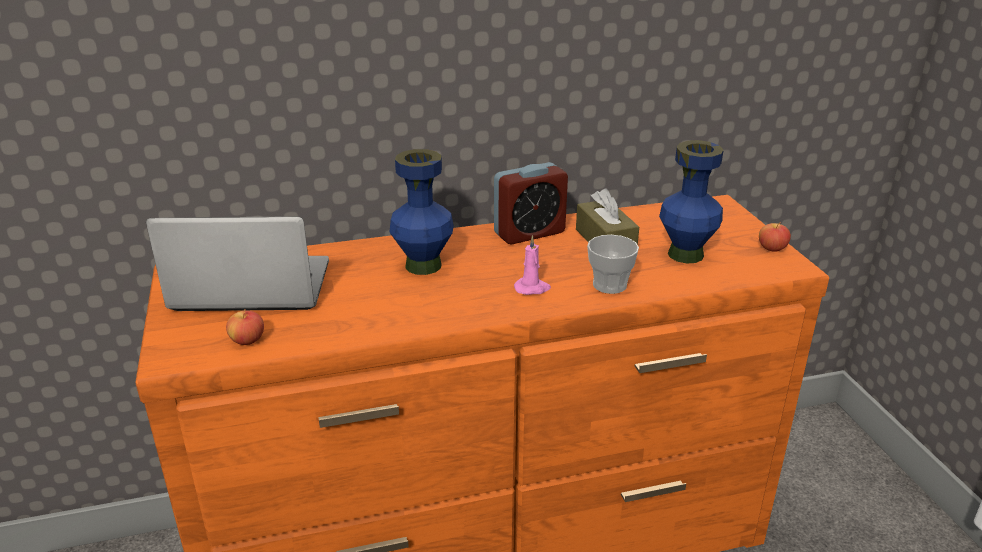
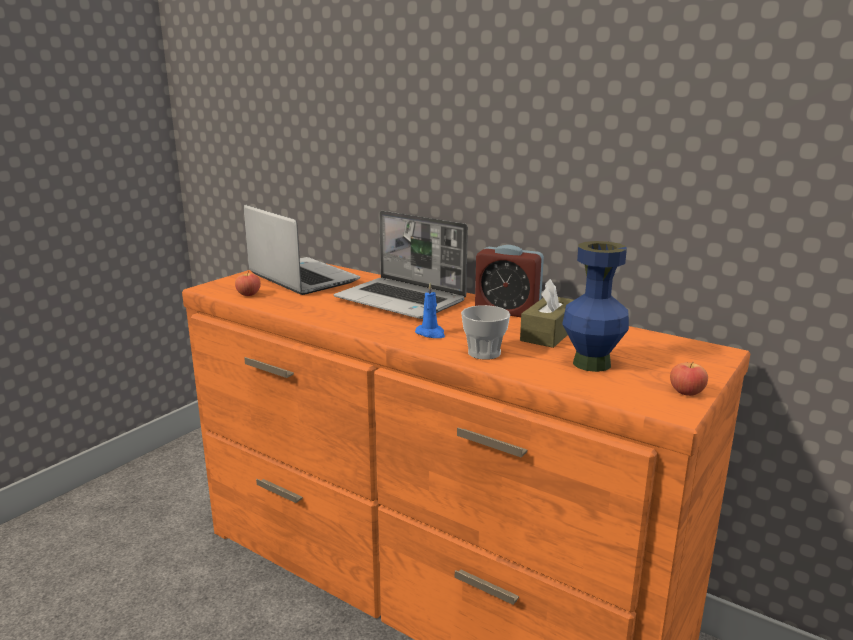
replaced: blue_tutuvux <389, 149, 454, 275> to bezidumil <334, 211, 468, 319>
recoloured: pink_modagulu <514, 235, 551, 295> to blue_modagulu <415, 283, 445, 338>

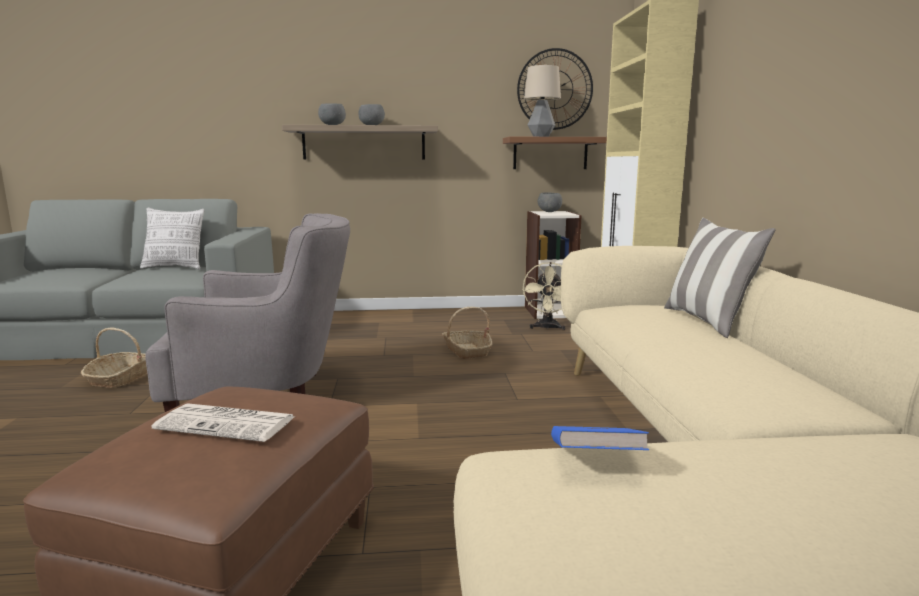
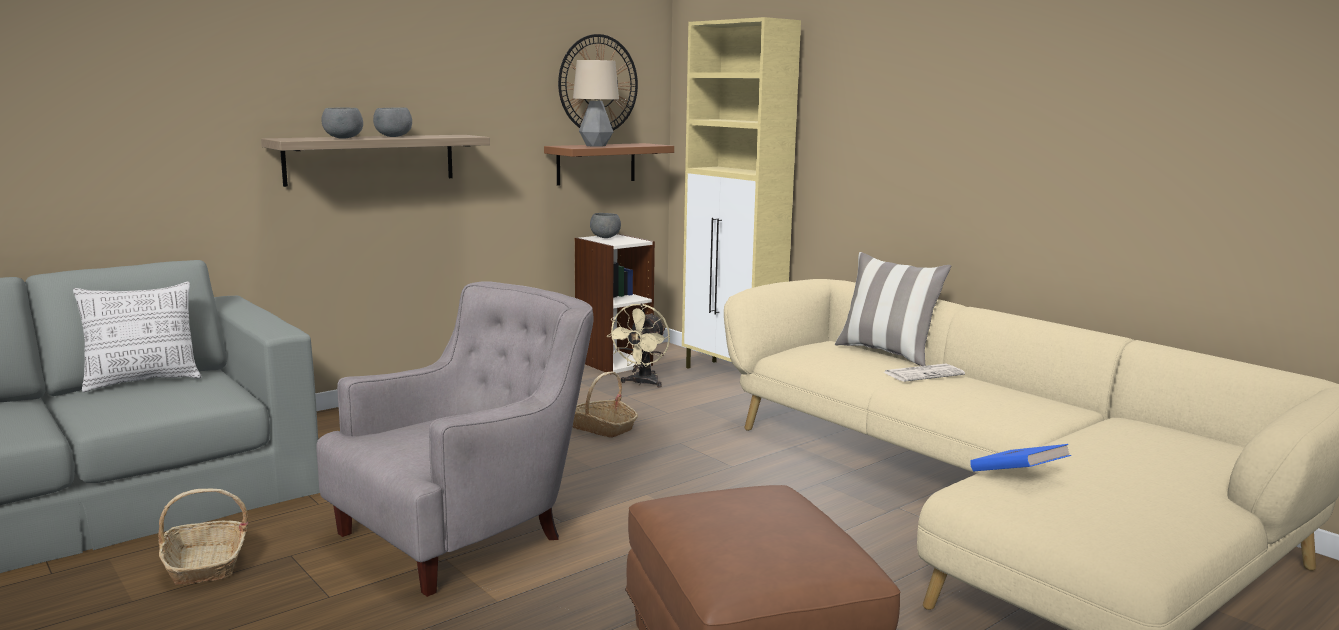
moved: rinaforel <152, 404, 295, 442> to <883, 364, 965, 382>
turned: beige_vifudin <522, 262, 565, 330> = <606, 303, 670, 388> 45 degrees clockwise

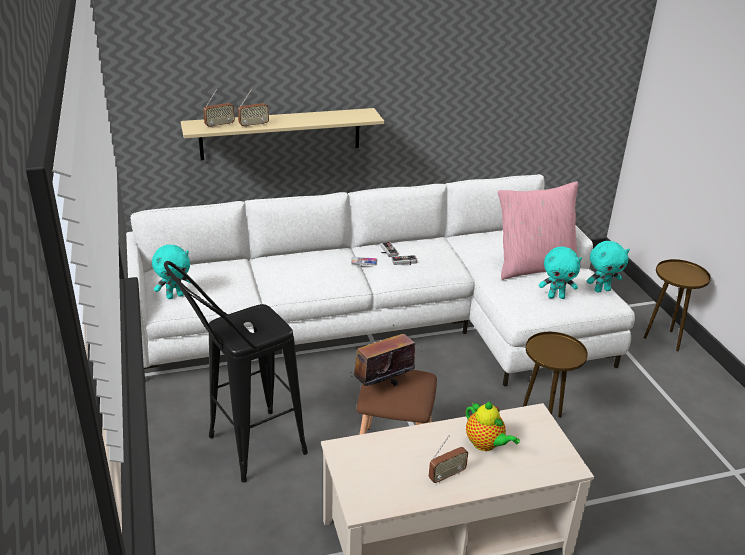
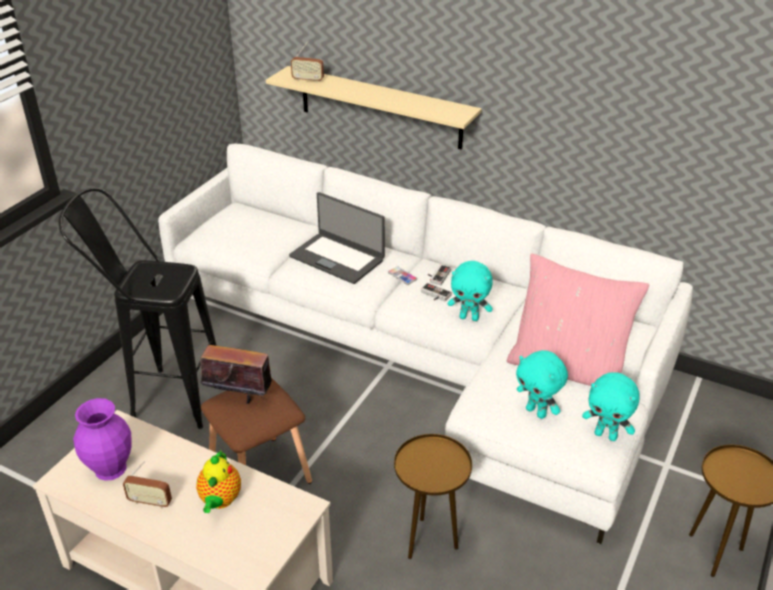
removed: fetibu <238, 89, 269, 128>
added: purple_tutuvux <73, 398, 131, 481>; bezidumil <289, 192, 385, 284>
moved: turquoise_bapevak <152, 245, 191, 299> to <448, 261, 493, 321>

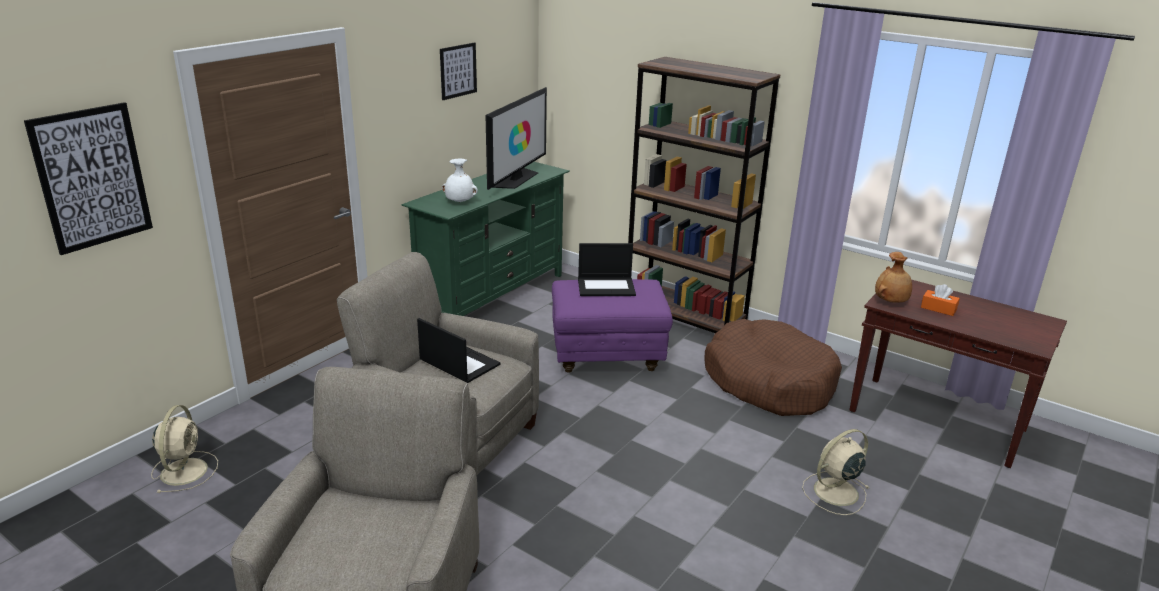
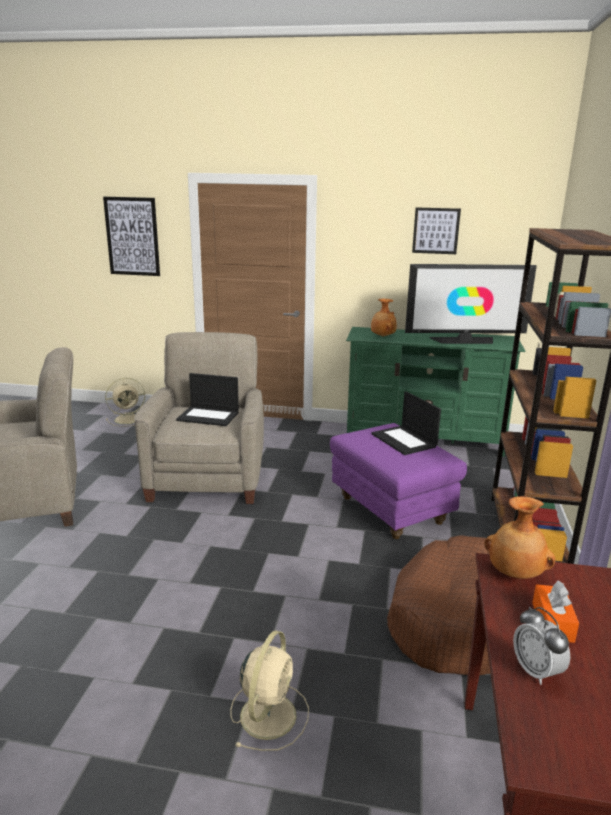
added: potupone <513, 607, 570, 685>
recoloured: white_tutuvux <442, 159, 478, 202> to brown_tutuvux <371, 299, 397, 337>
turned: bezidumil <417, 318, 500, 383> = <176, 373, 239, 426> 90 degrees clockwise; beige_vifudin <802, 429, 869, 515> = <230, 630, 309, 751> 75 degrees clockwise

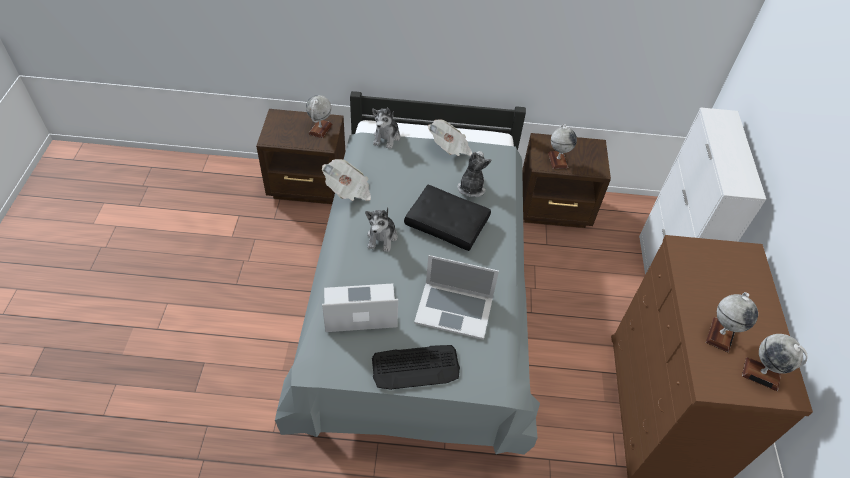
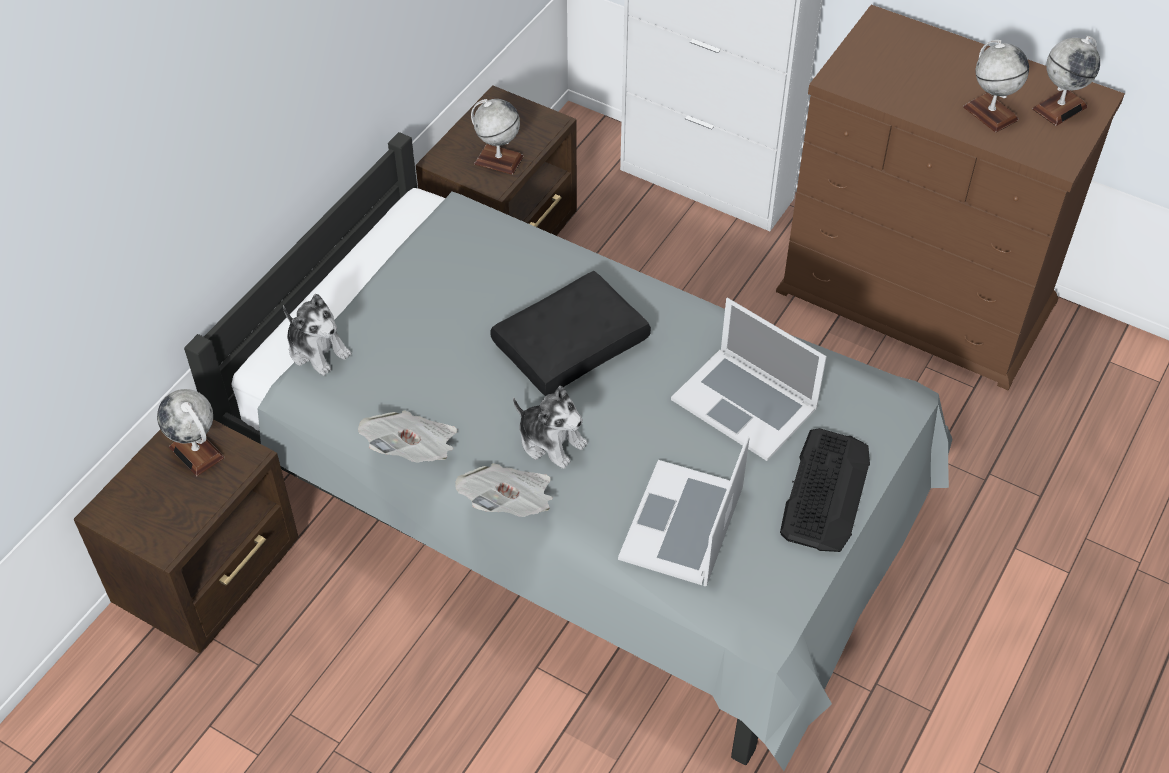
removed: bapevak <458, 151, 491, 197>
moved: rinaforel <428, 119, 472, 156> to <455, 463, 553, 517>
turned: bezidumil <414, 255, 499, 340> = <671, 298, 827, 461> 90 degrees clockwise

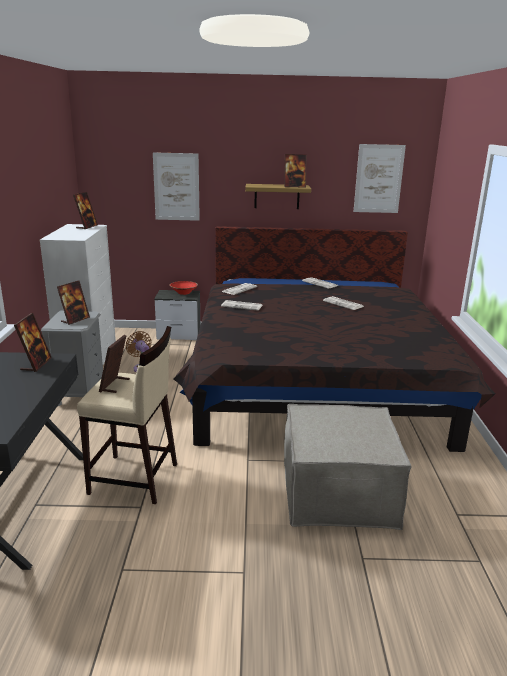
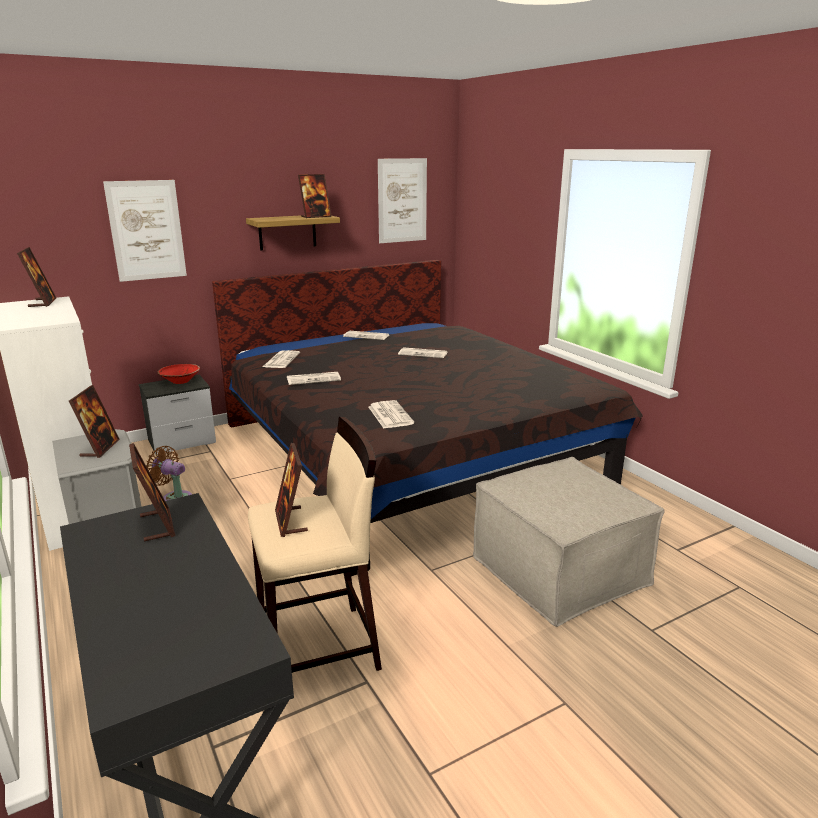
added: rinaforel <369, 400, 414, 428>

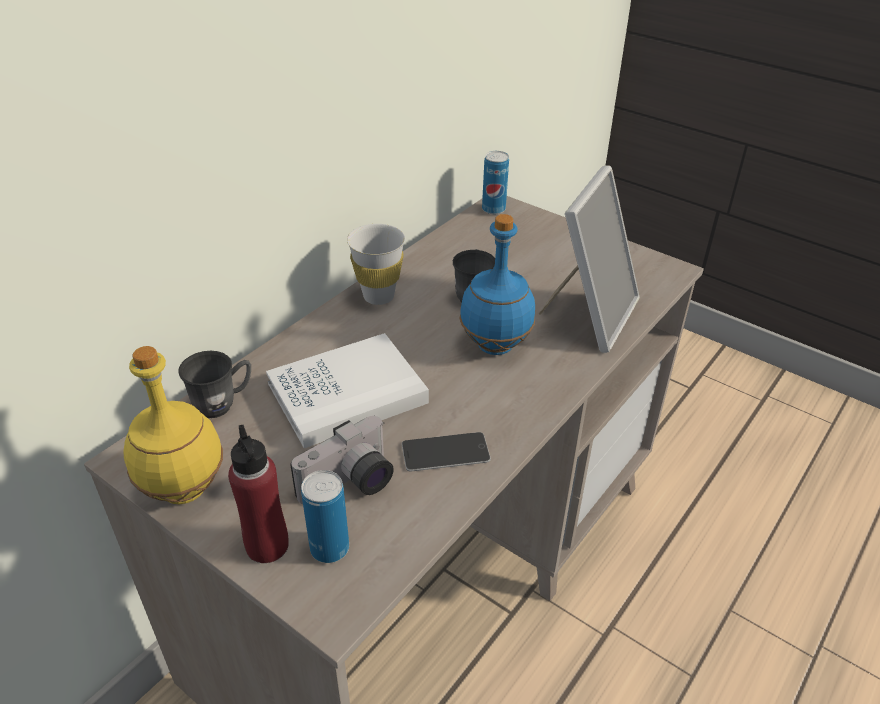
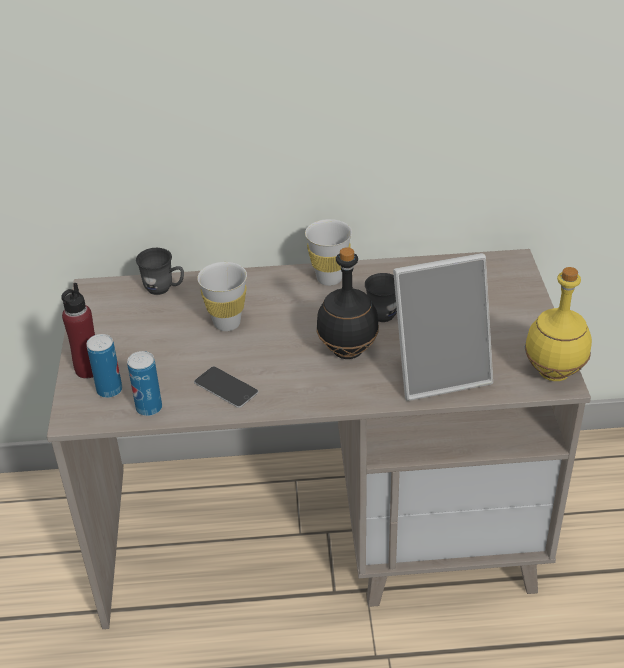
removed: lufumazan <290, 416, 394, 504>
moved: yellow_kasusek <124, 346, 223, 504> to <525, 267, 592, 381>; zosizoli <482, 151, 509, 214> to <127, 351, 162, 416>
replaced: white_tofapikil <266, 333, 429, 448> to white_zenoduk <197, 262, 247, 331>
recoloured: blue_kasusek <459, 214, 535, 355> to black_kasusek <316, 247, 379, 359>

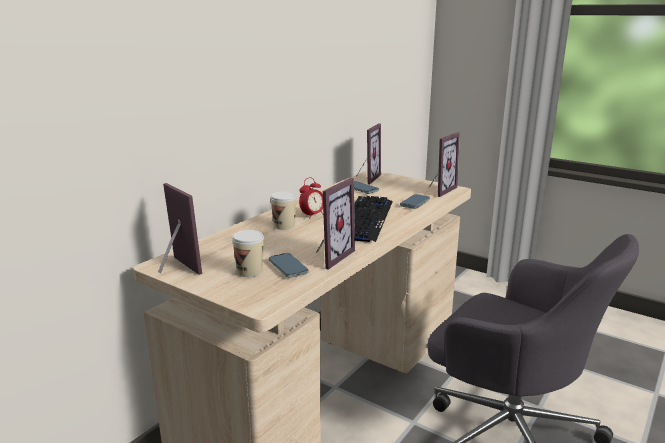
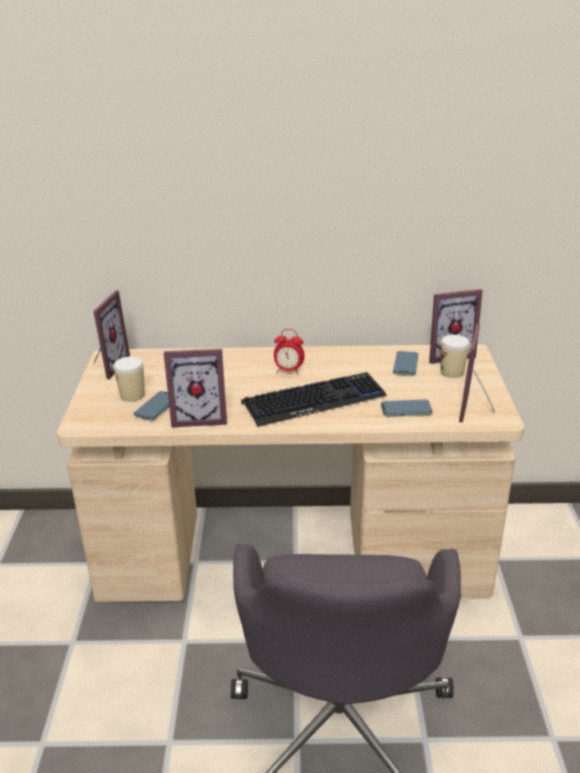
moved: zenoduk <270, 191, 296, 230> to <441, 335, 470, 378>
turned: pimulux <429, 132, 460, 197> = <459, 324, 495, 422> 105 degrees clockwise

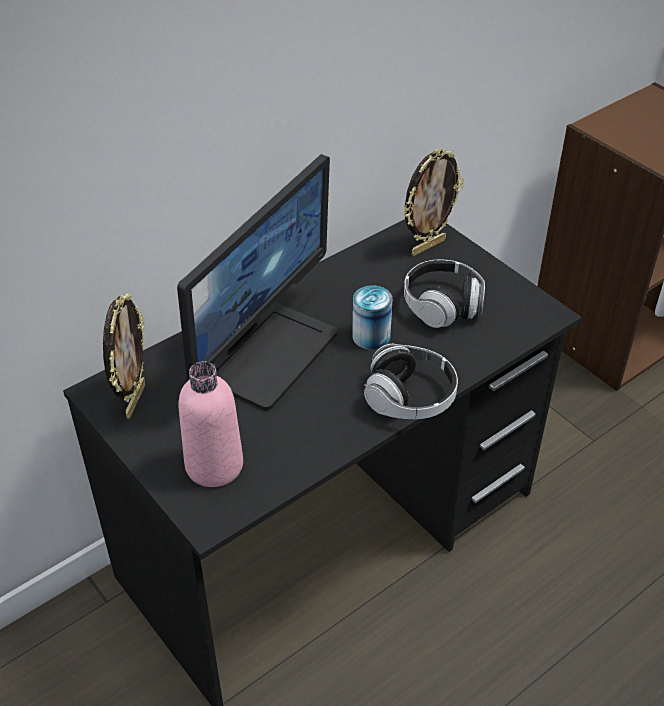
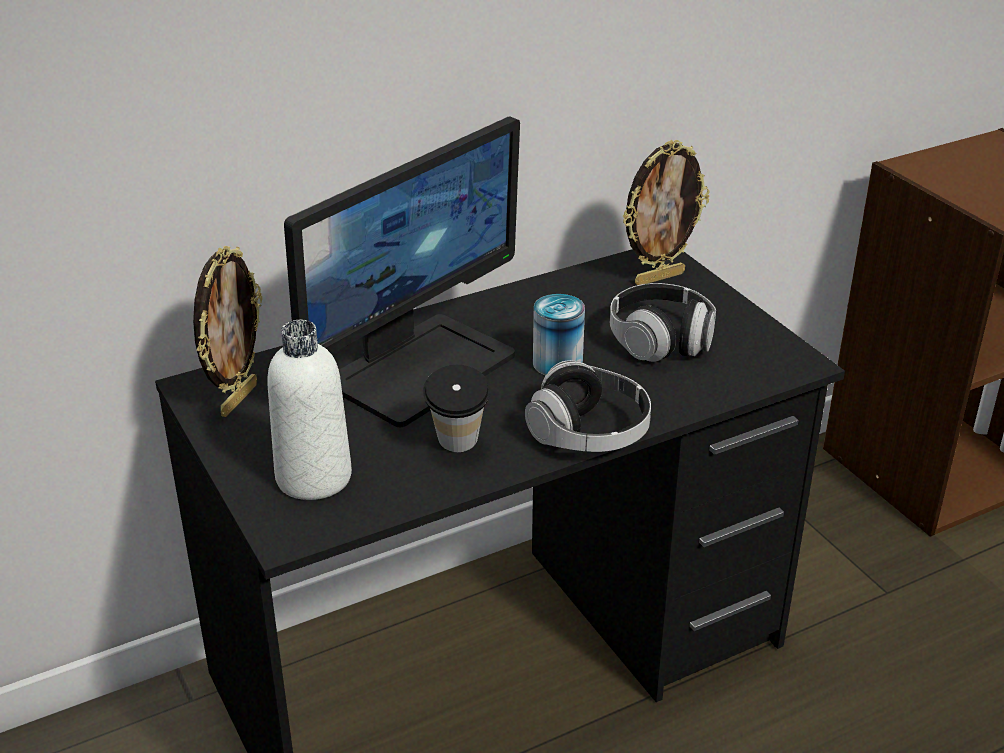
added: zenoduk <423, 365, 490, 452>
recoloured: pink_kasusek <179, 361, 243, 487> to white_kasusek <267, 320, 352, 500>

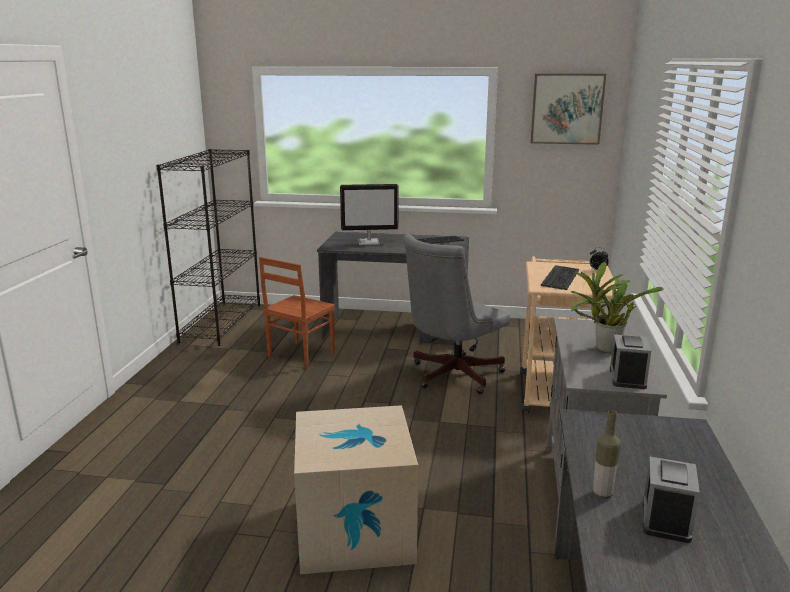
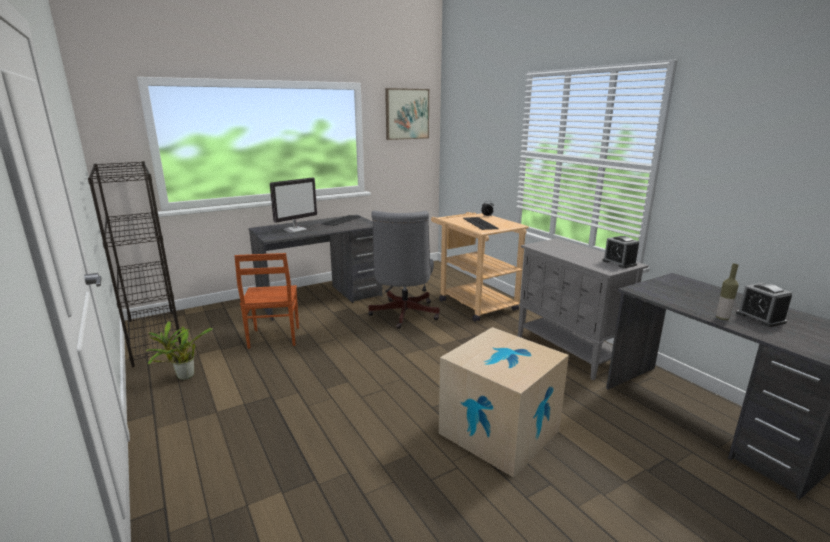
moved: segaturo <571, 262, 664, 353> to <146, 321, 213, 380>

